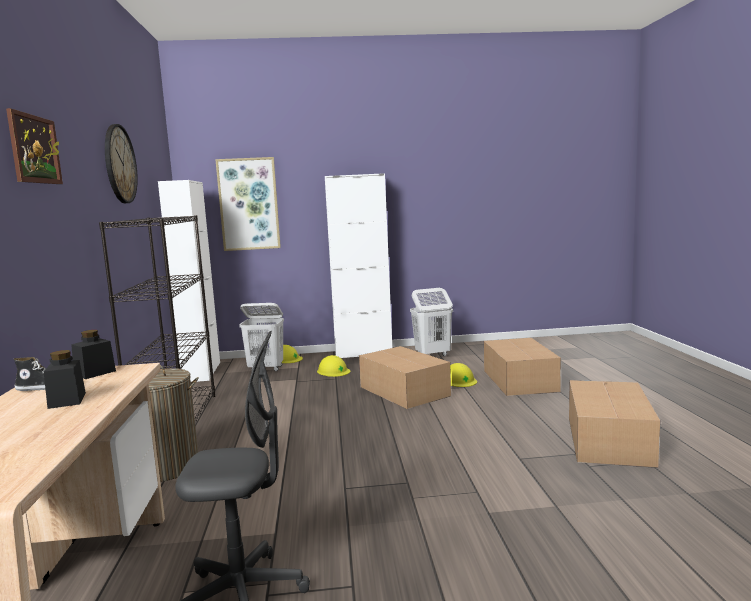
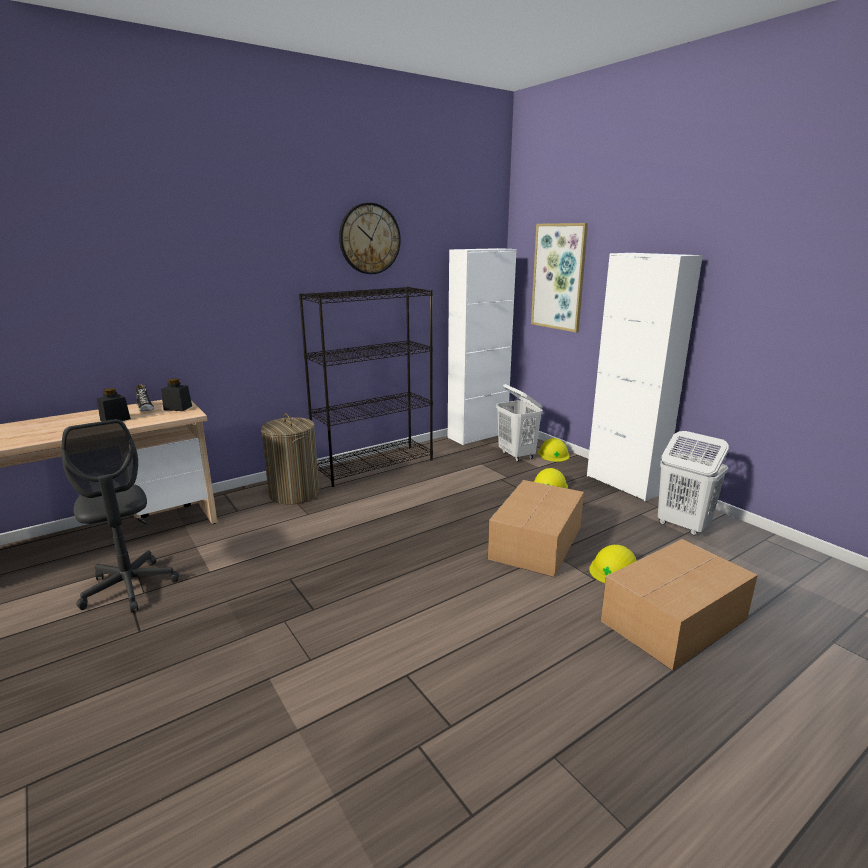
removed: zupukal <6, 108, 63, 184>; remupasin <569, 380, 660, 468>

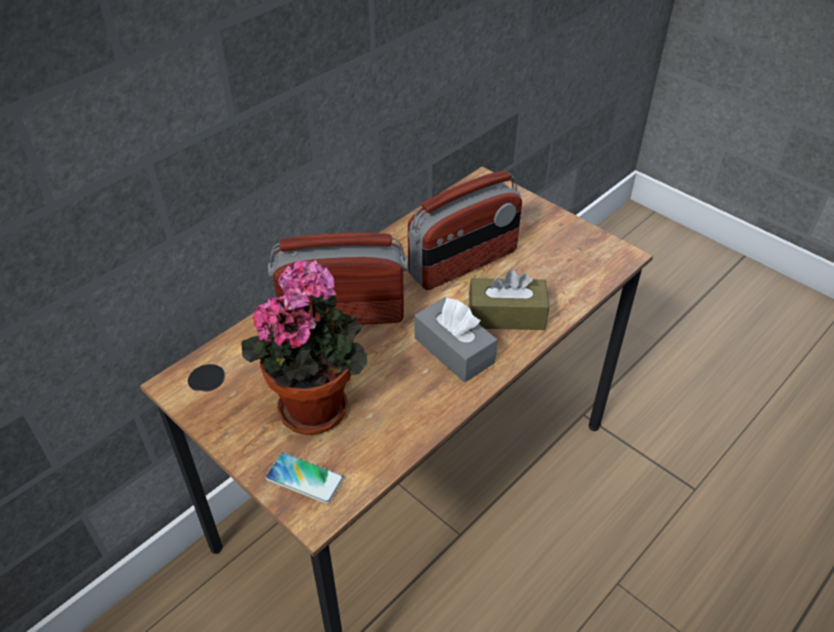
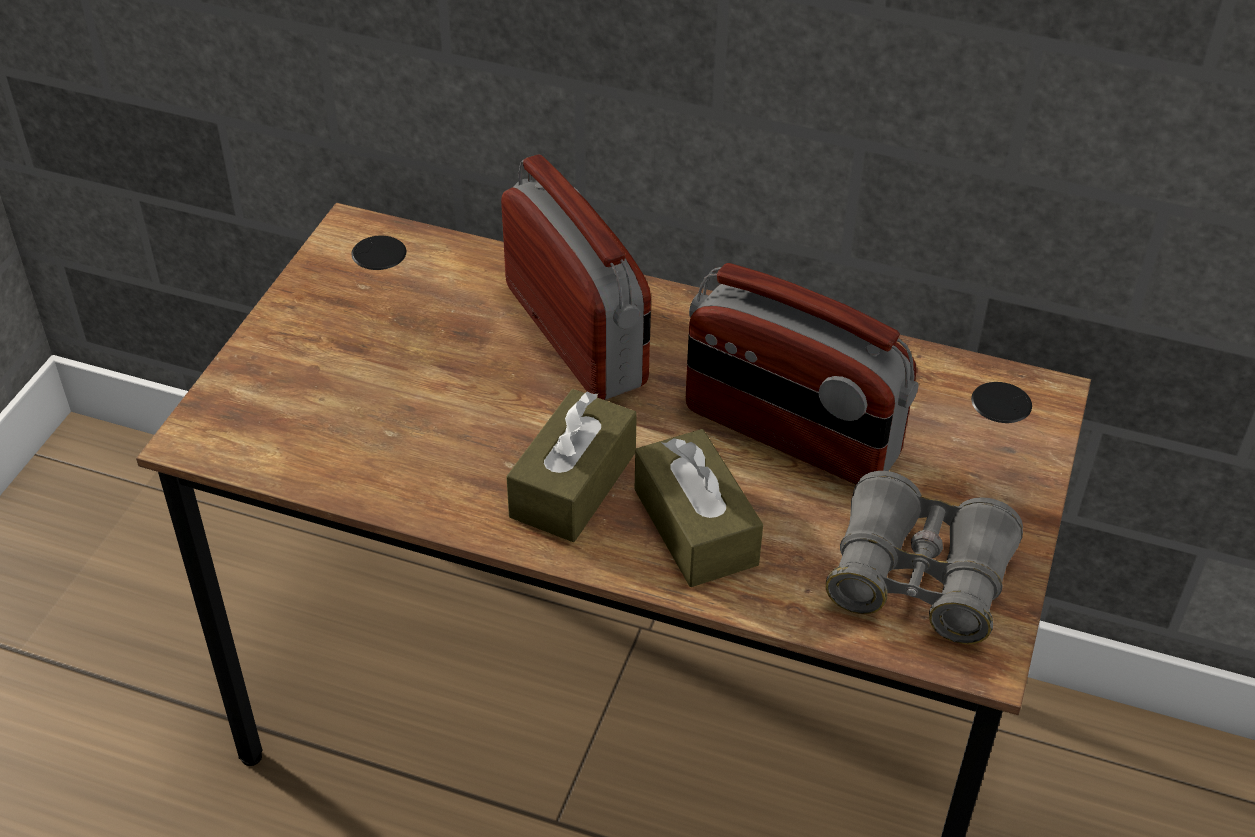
removed: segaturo <241, 259, 367, 435>; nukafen <265, 453, 344, 504>
added: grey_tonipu <826, 471, 1023, 644>
recoloured: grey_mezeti <414, 297, 498, 382> to brown_mezeti <506, 389, 637, 542>

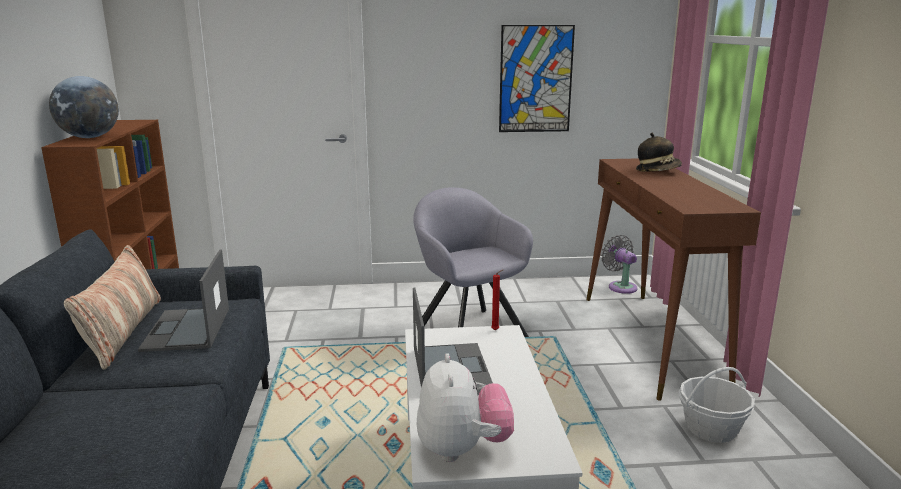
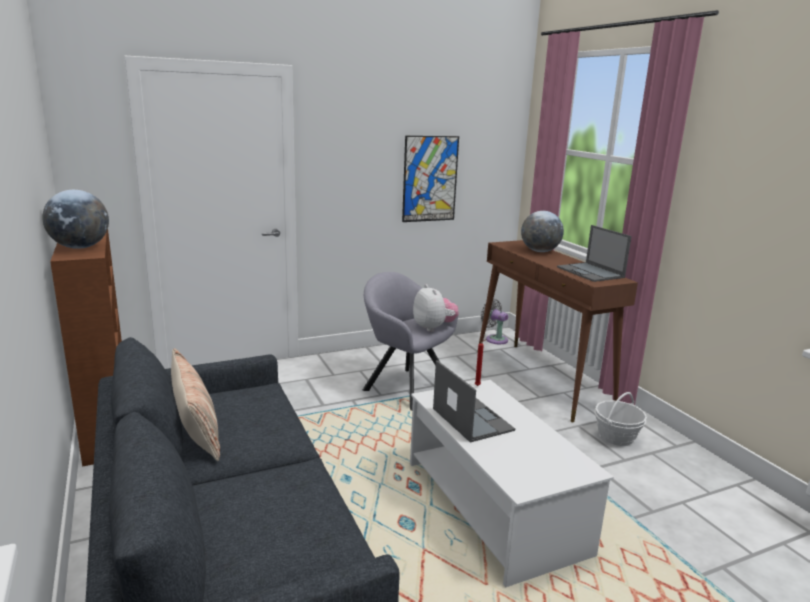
moved: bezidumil <138, 249, 229, 352> to <557, 225, 632, 282>; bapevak <417, 353, 514, 462> to <413, 284, 459, 332>
replaced: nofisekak <636, 133, 682, 172> to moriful <521, 211, 564, 252>

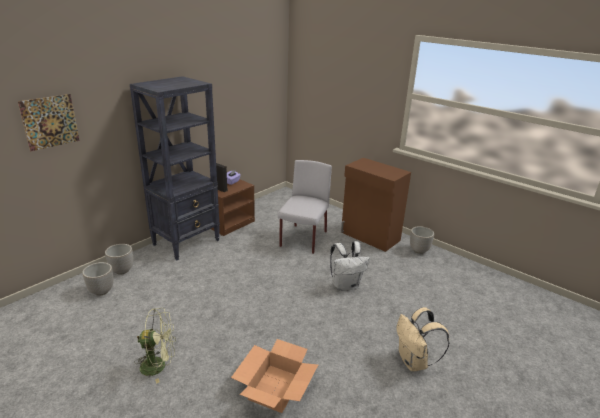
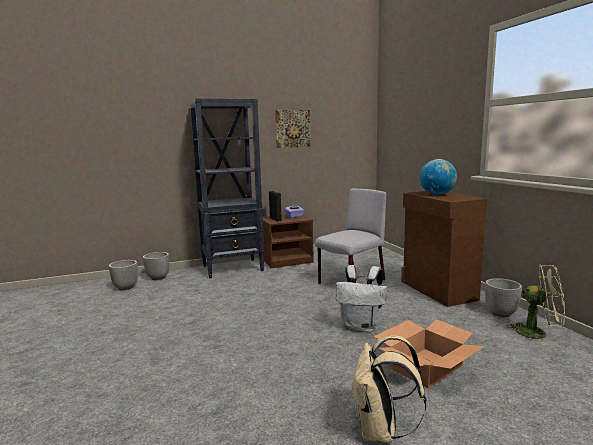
added: moriful <419, 159, 457, 195>
moved: zupukal <18, 94, 80, 151> to <275, 110, 310, 148>; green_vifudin <134, 308, 176, 384> to <507, 265, 565, 345>; remupasin <231, 339, 318, 413> to <374, 319, 485, 389>

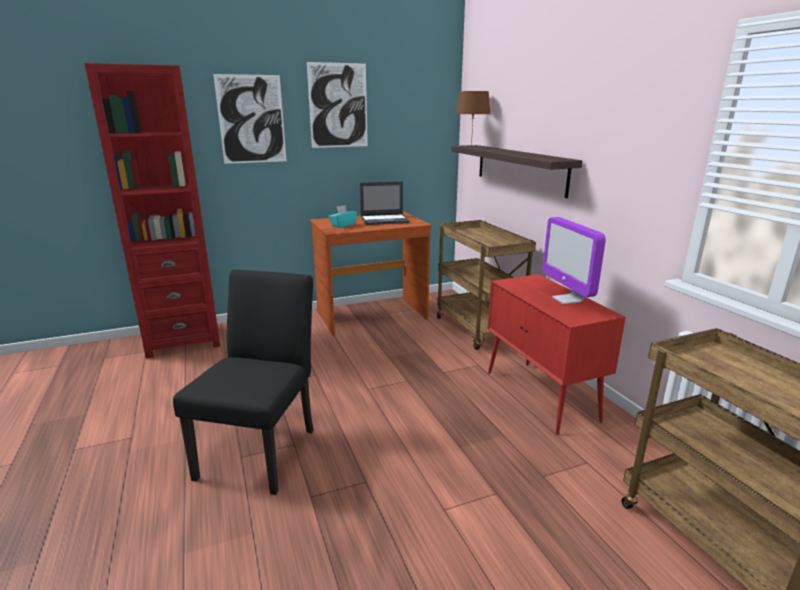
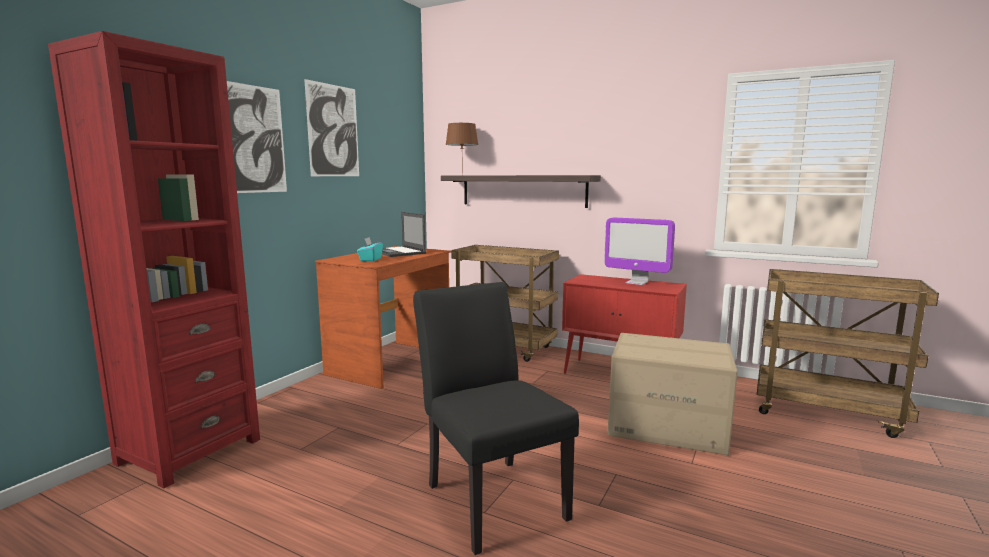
added: remupasin <608, 333, 738, 455>
turned: bezidumil <360, 182, 410, 225> = <382, 212, 426, 257> 105 degrees clockwise

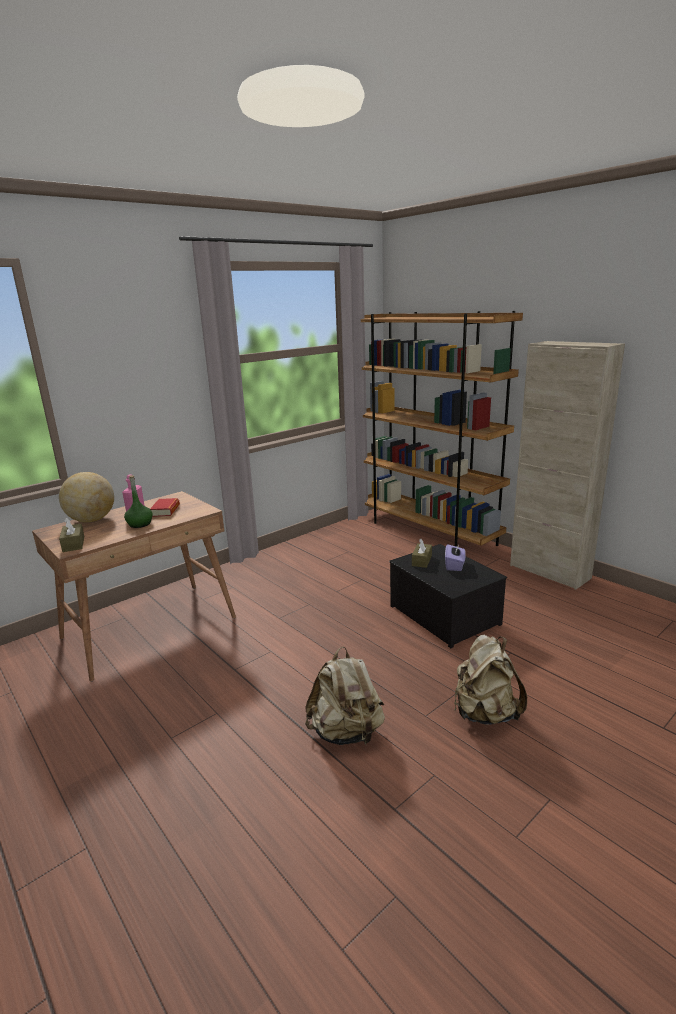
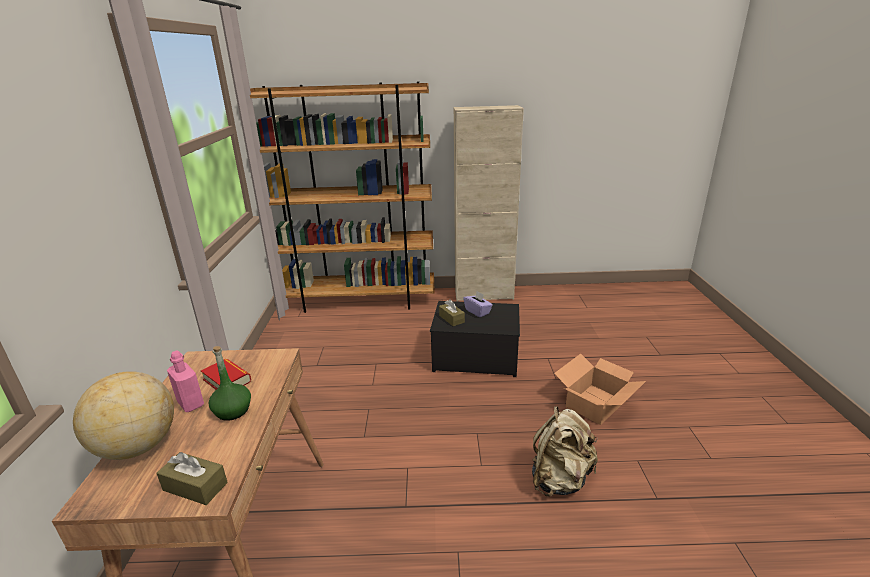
replaced: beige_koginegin <454, 635, 527, 725> to remupasin <554, 354, 646, 425>

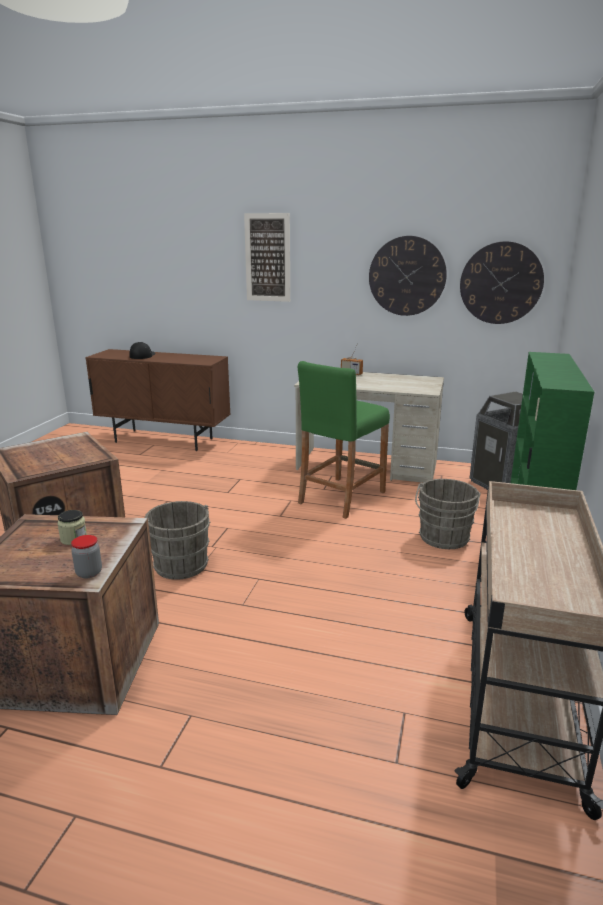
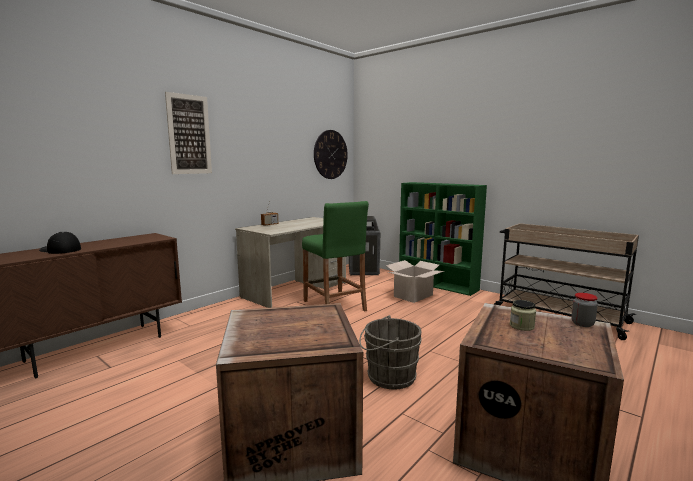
removed: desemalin <369, 236, 447, 316>
replaced: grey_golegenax <415, 479, 481, 549> to remupasin <386, 260, 444, 303>

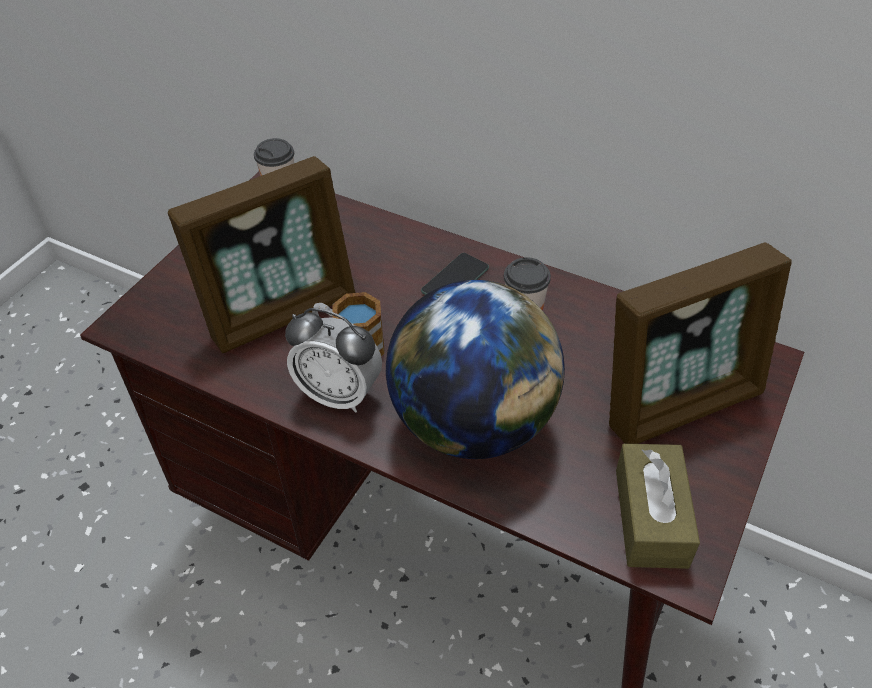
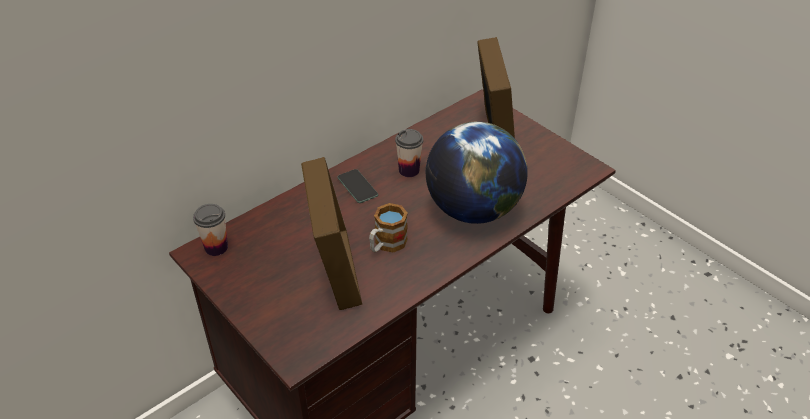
removed: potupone <285, 308, 382, 413>; brown_mezeti <616, 444, 700, 569>

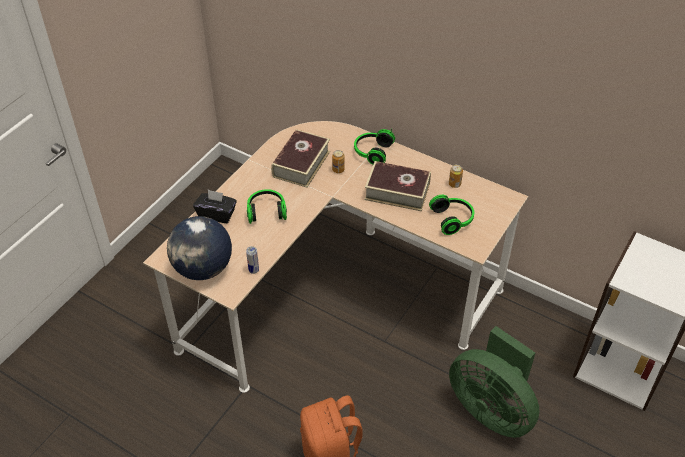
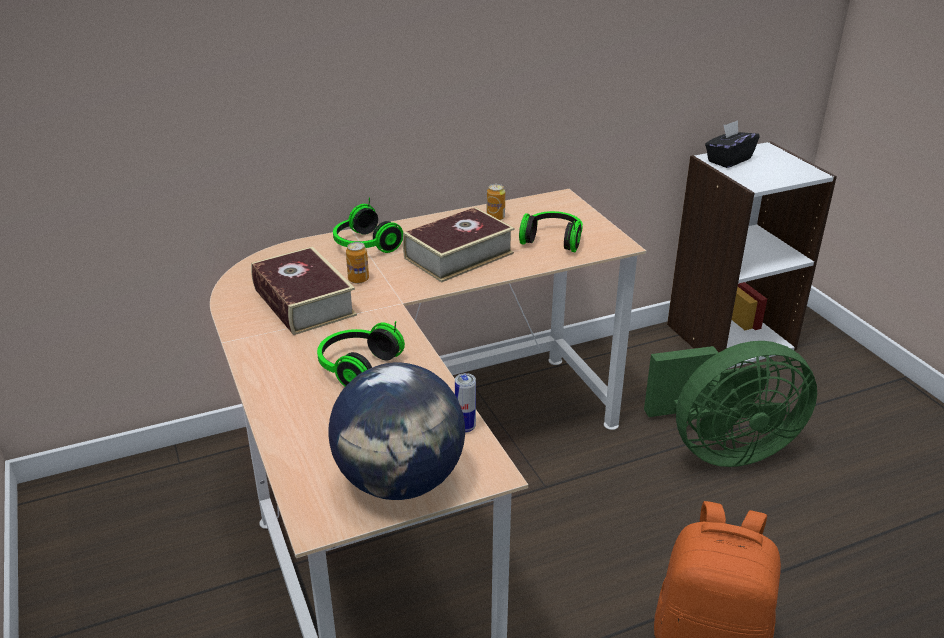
moved: black_mezeti <193, 190, 237, 223> to <705, 120, 760, 168>

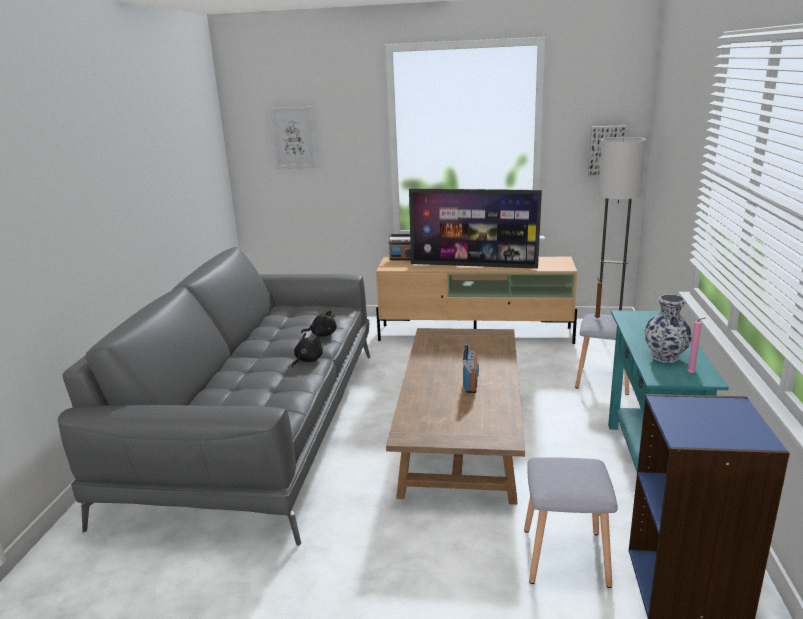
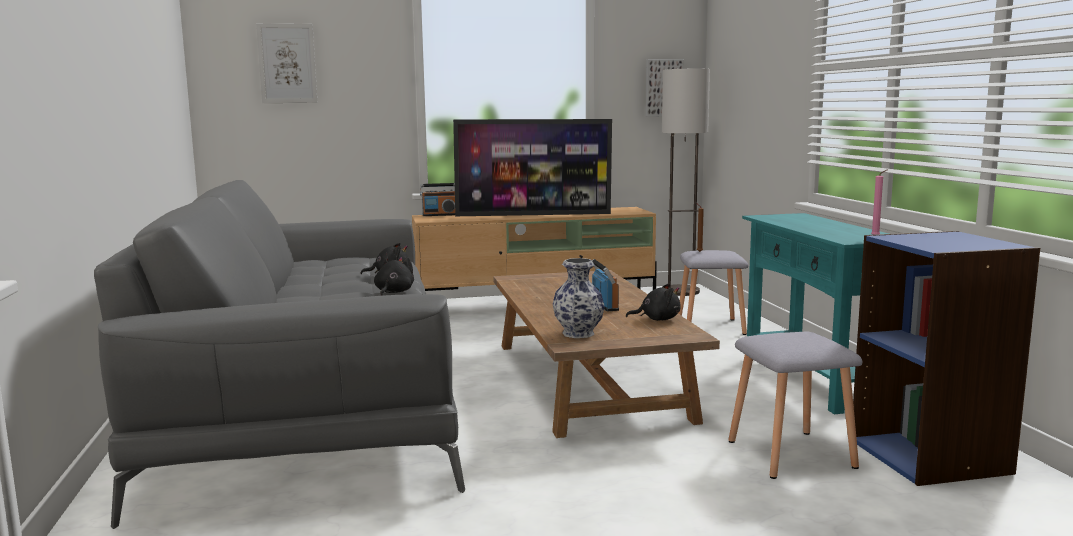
added: black_bapevak <626, 283, 681, 321>
moved: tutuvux <645, 294, 692, 363> to <553, 258, 605, 338>

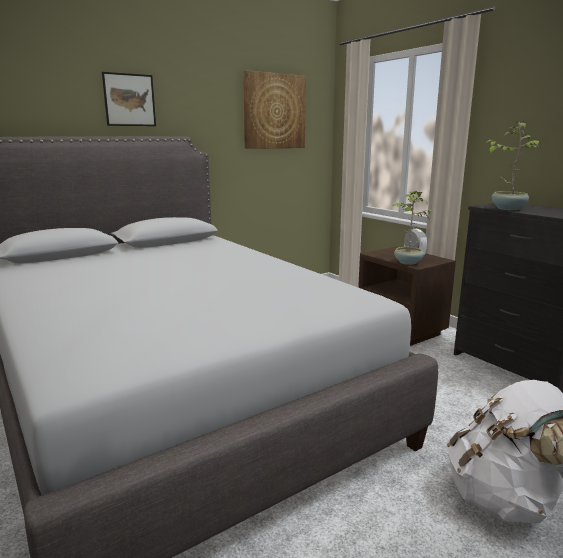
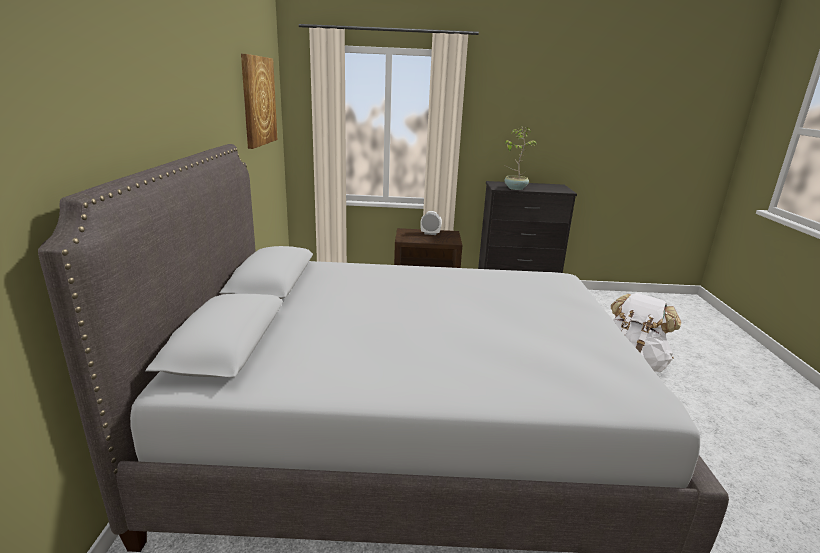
removed: zupukal <102, 72, 156, 126>; segaturo <393, 191, 432, 265>

